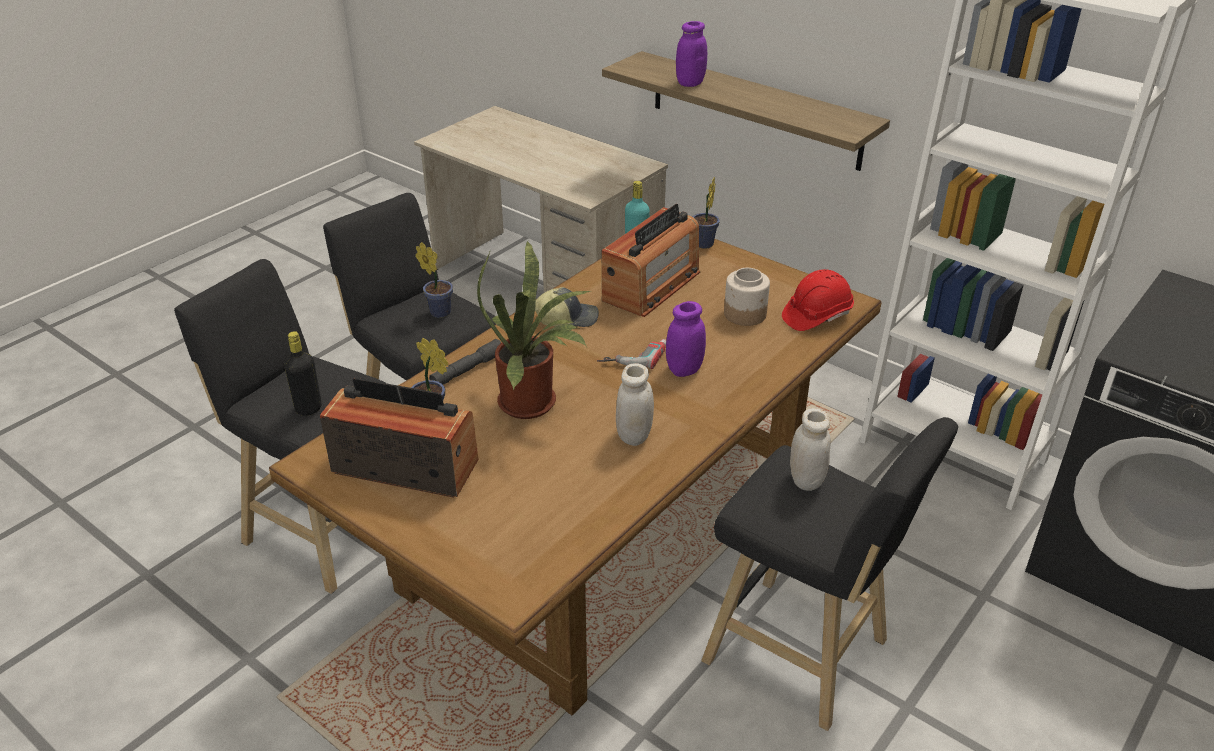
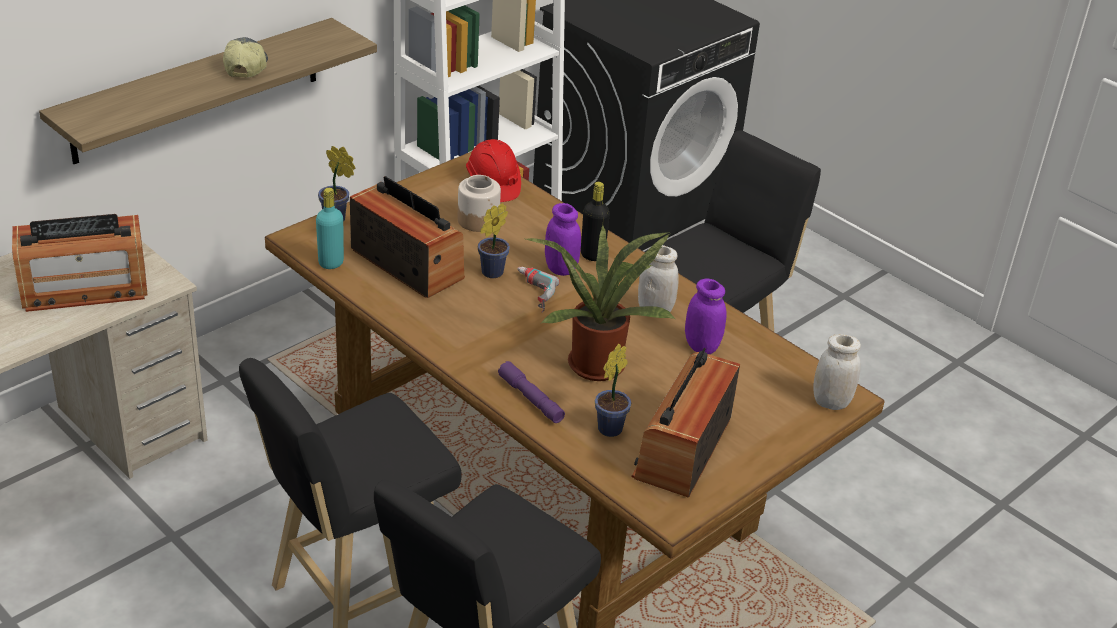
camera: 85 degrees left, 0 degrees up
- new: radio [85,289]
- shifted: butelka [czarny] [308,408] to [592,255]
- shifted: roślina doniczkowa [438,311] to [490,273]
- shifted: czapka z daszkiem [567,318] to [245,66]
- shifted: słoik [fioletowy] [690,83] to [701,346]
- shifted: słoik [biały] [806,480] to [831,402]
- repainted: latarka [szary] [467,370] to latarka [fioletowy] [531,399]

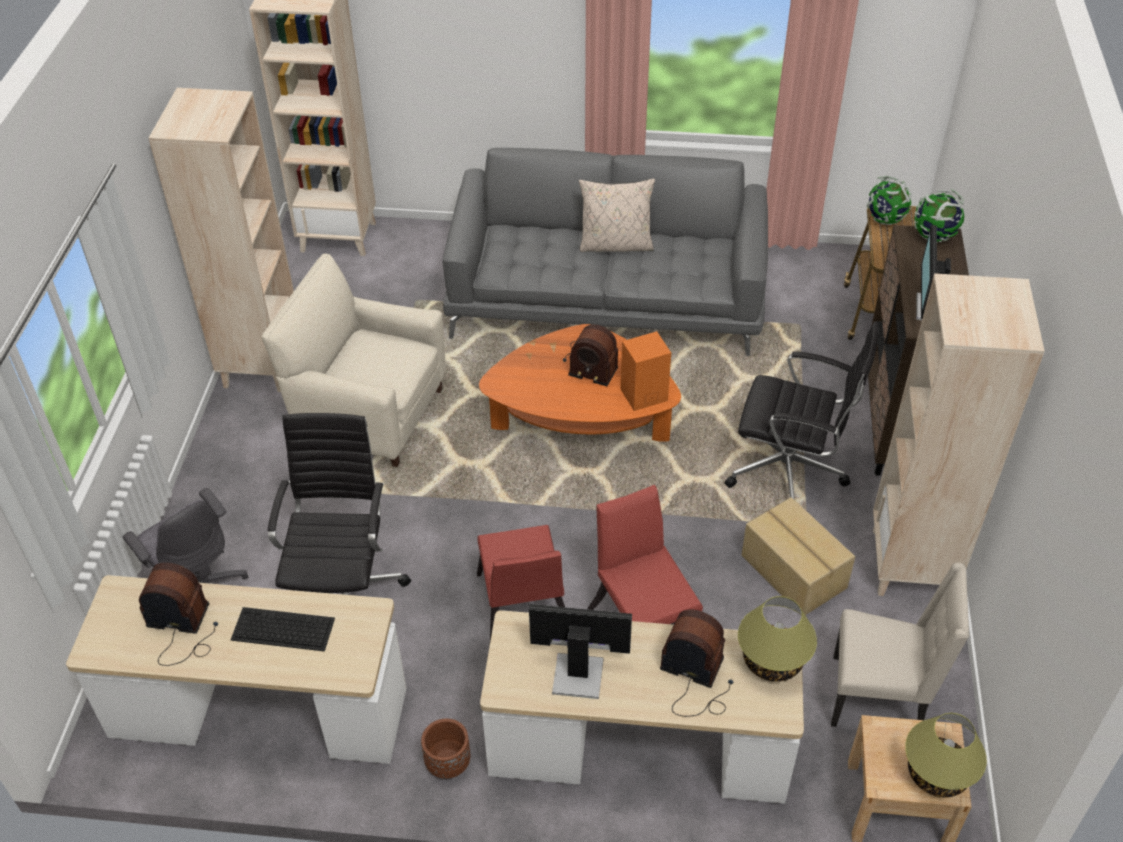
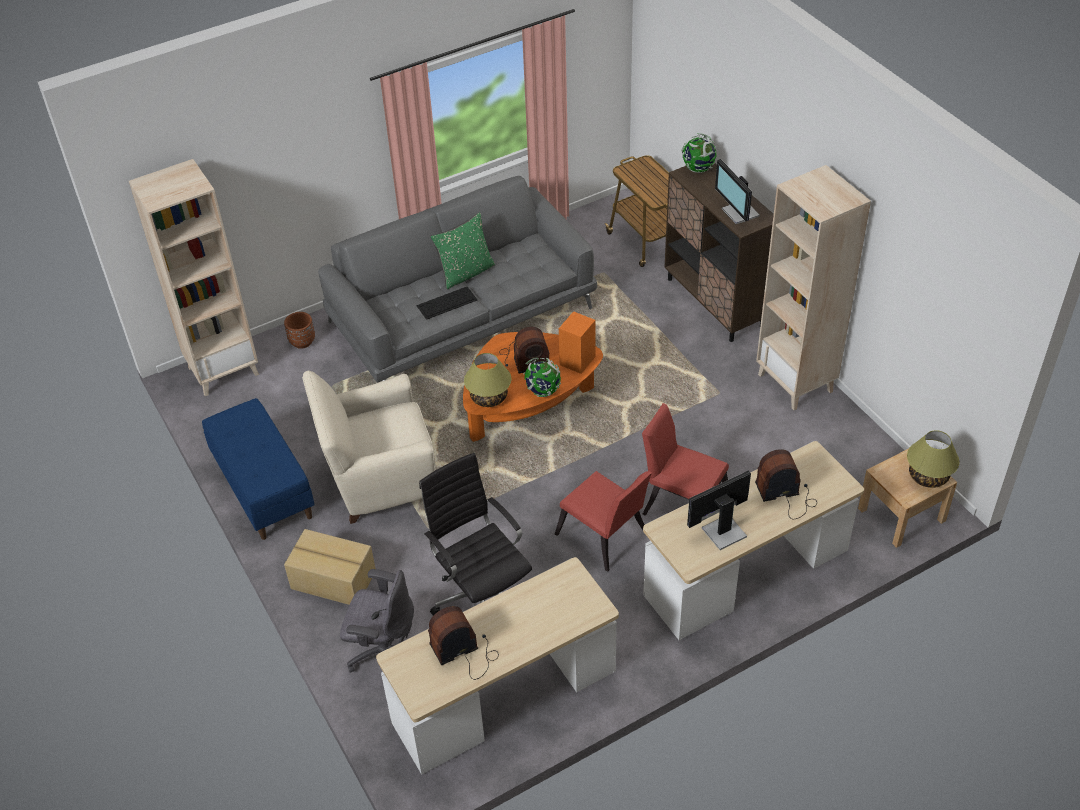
camera: 35 degrees left, 0 degrees up
- gone: krzesło biurowe [czarny] [790,472]
- gone: krzesło [beżowy] [880,697]
- shifted: klawiatura [282,629] to [446,303]
- shifted: donica [brązowy] [448,763] to [302,342]
- shifted: lampa stołowa [772,660] to [488,397]
- shifted: karton [793,572] to [333,580]
- shifted: globus [885,219] to [542,391]
- swapped: regał [beżowy] [262,364] to ławka [niebieski] [263,488]
- repainted: poduszka [beżowy] [616,245] to poduszka [zielony] [466,273]

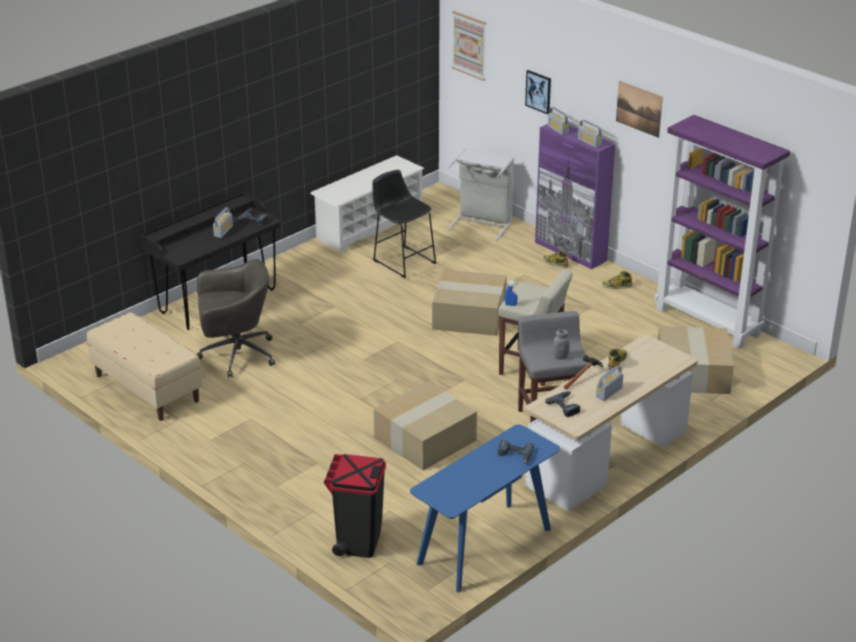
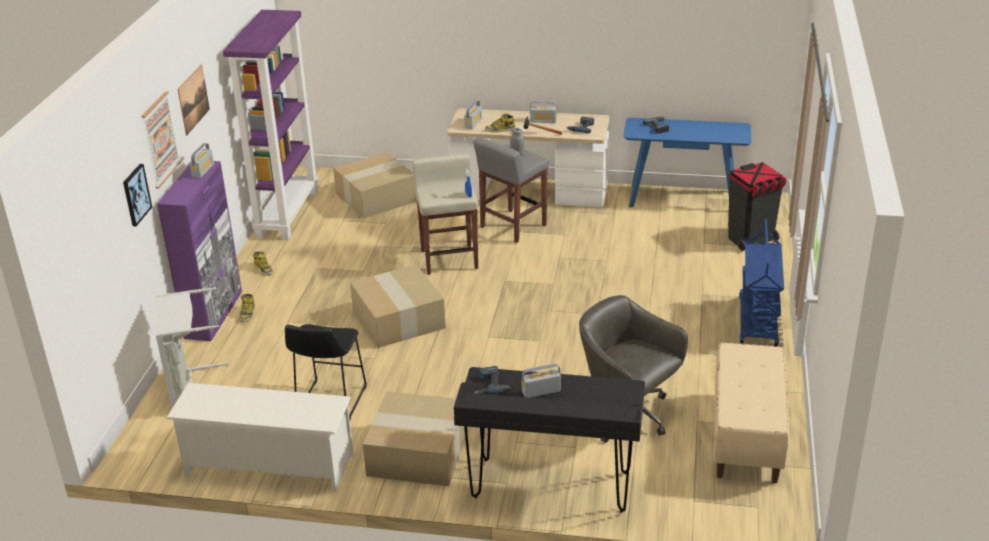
camera: 125 degrees left, 0 degrees up
- new: wózek [niebieski] [758,322]
- shifted: karton [425,438] to [416,454]
- shifted: obraz [469,45] to [160,139]
- shifted: radio [558,130] to [473,123]

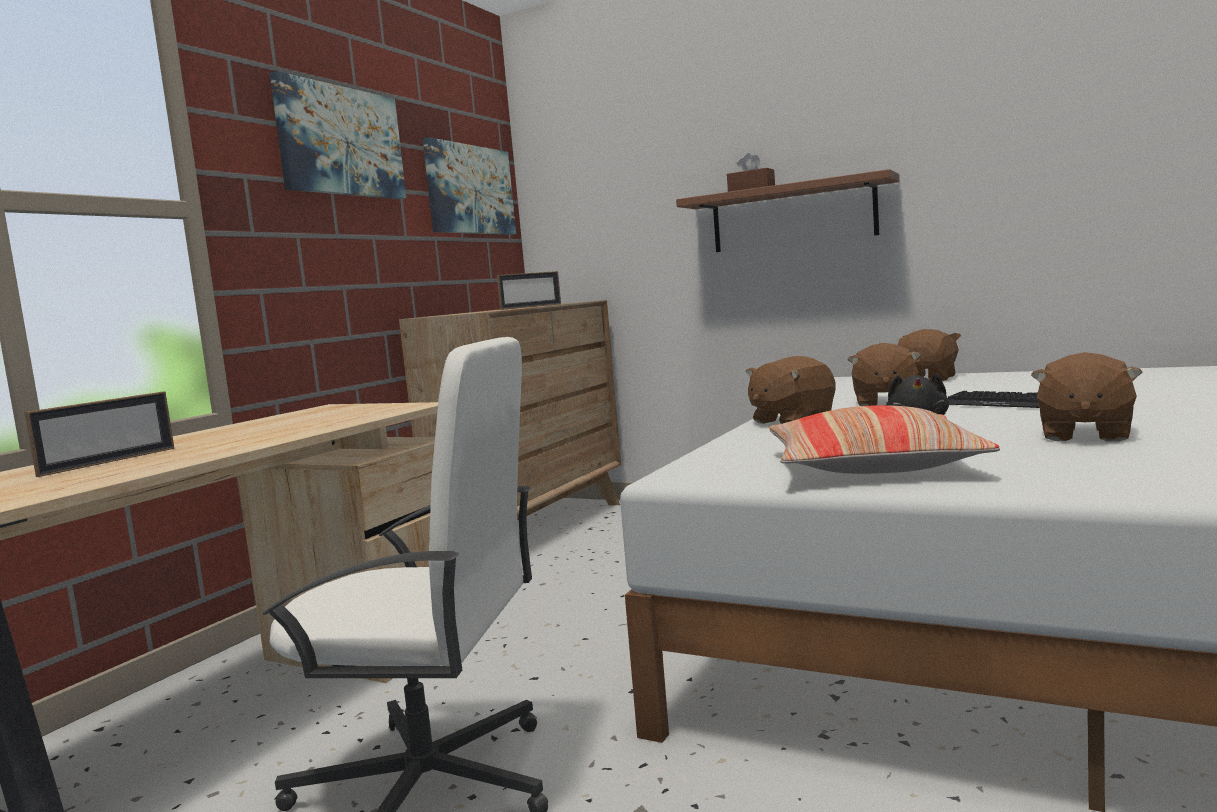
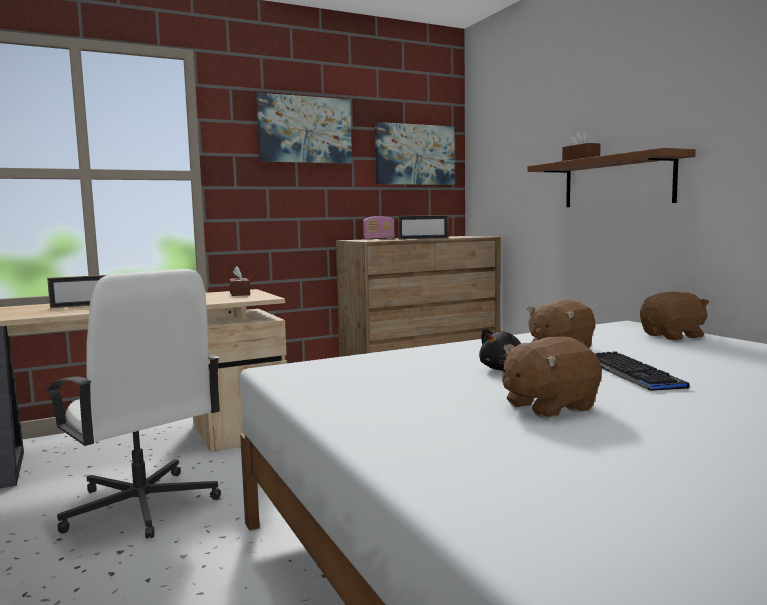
camera: 35 degrees right, 0 degrees up
- gone: pluszak [brązowy] [791,420]
- gone: poduszka [871,465]
- new: pudełko chusteczek [brązowy] [239,293]
- new: radio [378,239]

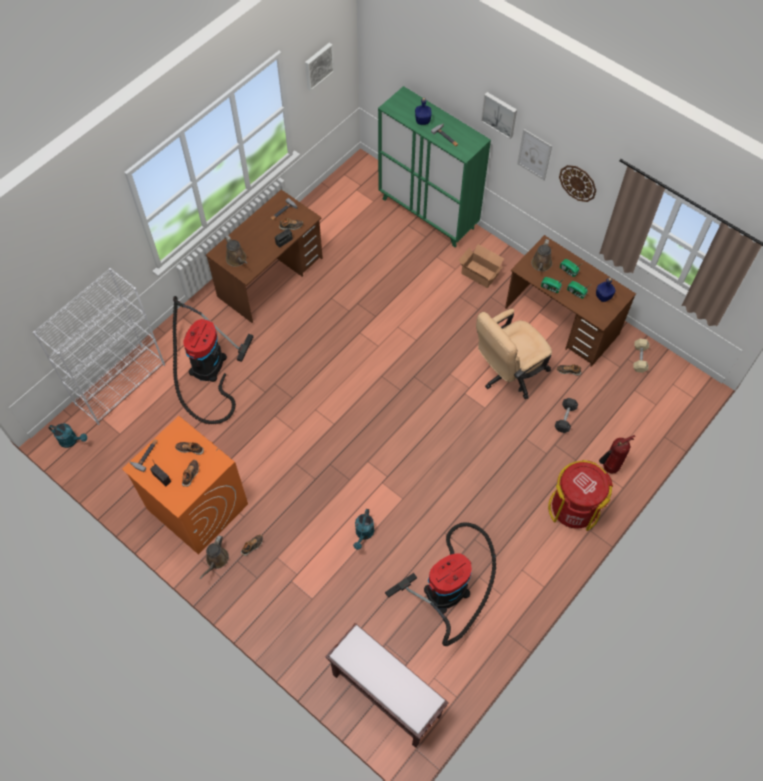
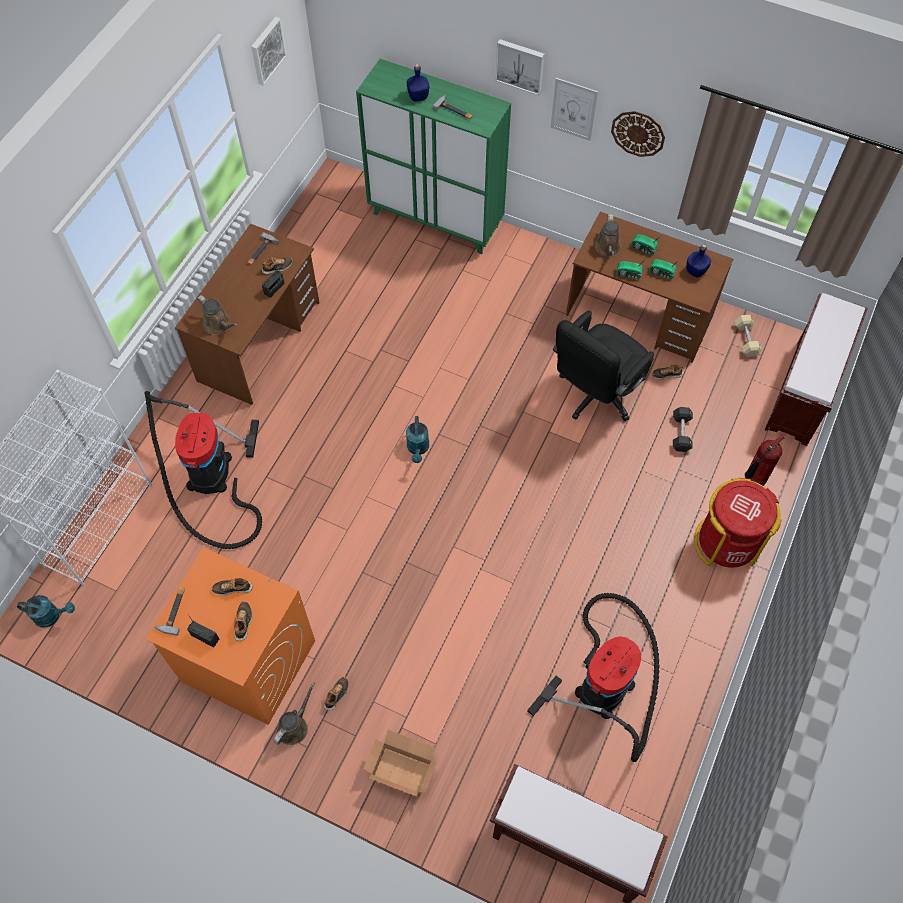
camera: 15 degrees left, 0 degrees up
- new: ławka [brązowy] [803,393]
- shifted: konewka [turkusowy] [364,534] to [418,449]
- shifted: karton [479,272] to [401,769]
- repainted: krzesło biurowe [beżowy] [508,374] to krzesło biurowe [czarny] [595,395]
- rotated: konewka [brązowy] [216,560] = [294,726] 150 degrees counterclockwise

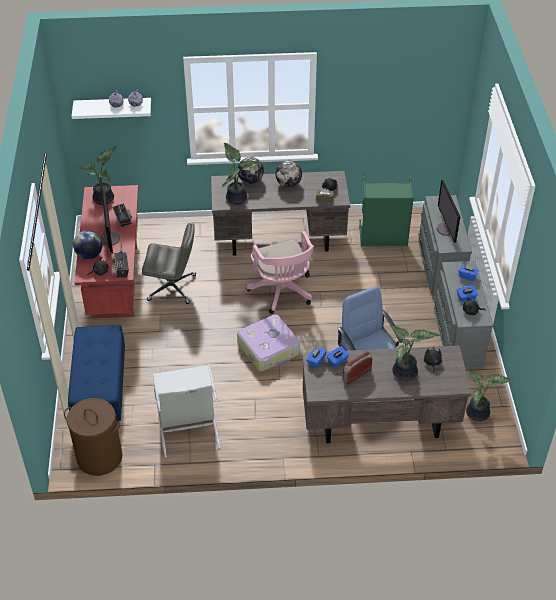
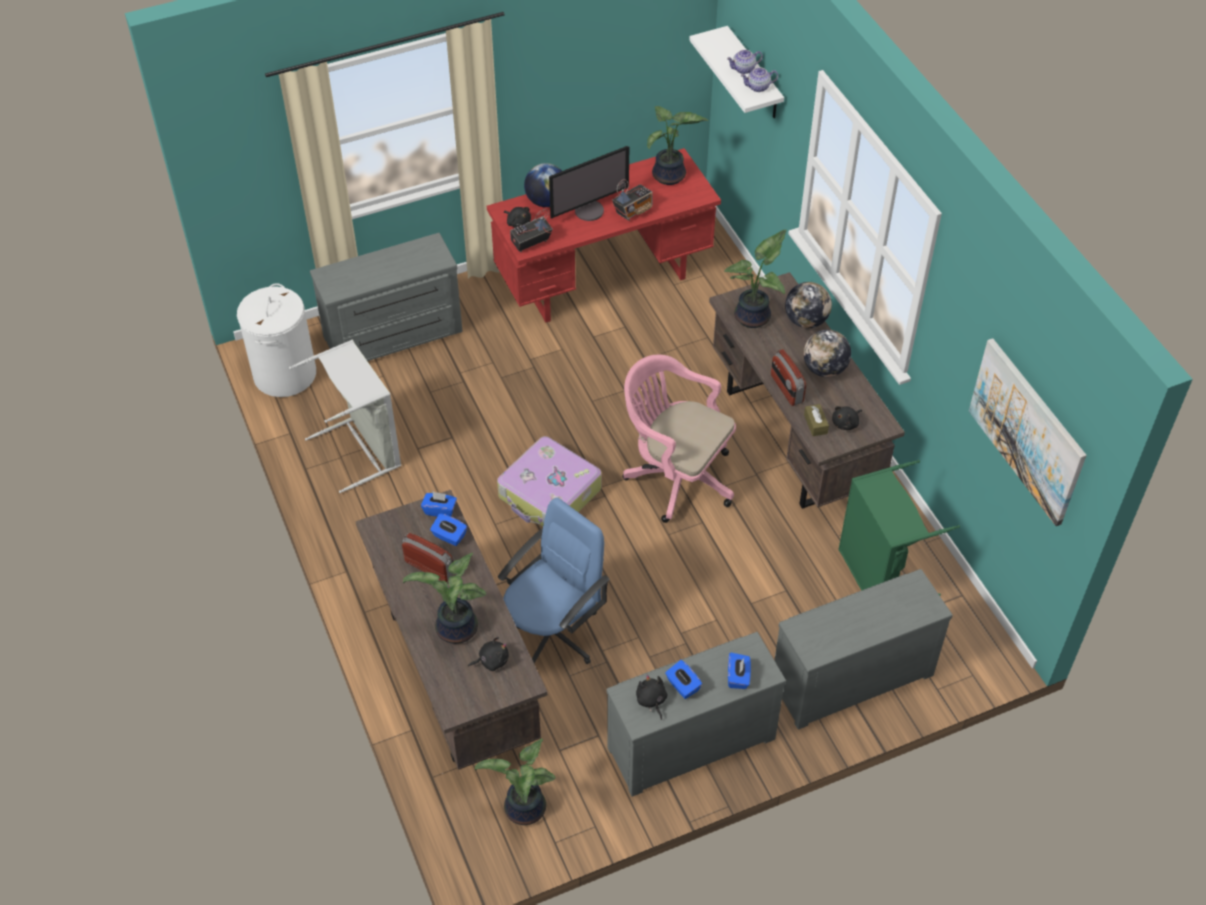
camera: 70 degrees right, 5 degrees up
- gone: krzesło biurowe [szary] [172,288]
- gone: monitor [446,229]
- new: radio [786,389]
- new: obraz [1027,430]
- swapped: ławka [niebieski] [100,391] to komoda [szary] [394,336]
- repainted: kosz na pranie [brązowy] [99,457] to kosz na pranie [biały] [284,374]
- rotated: krzesło biurowe [różowy] [282,293] = [675,476] 75 degrees clockwise

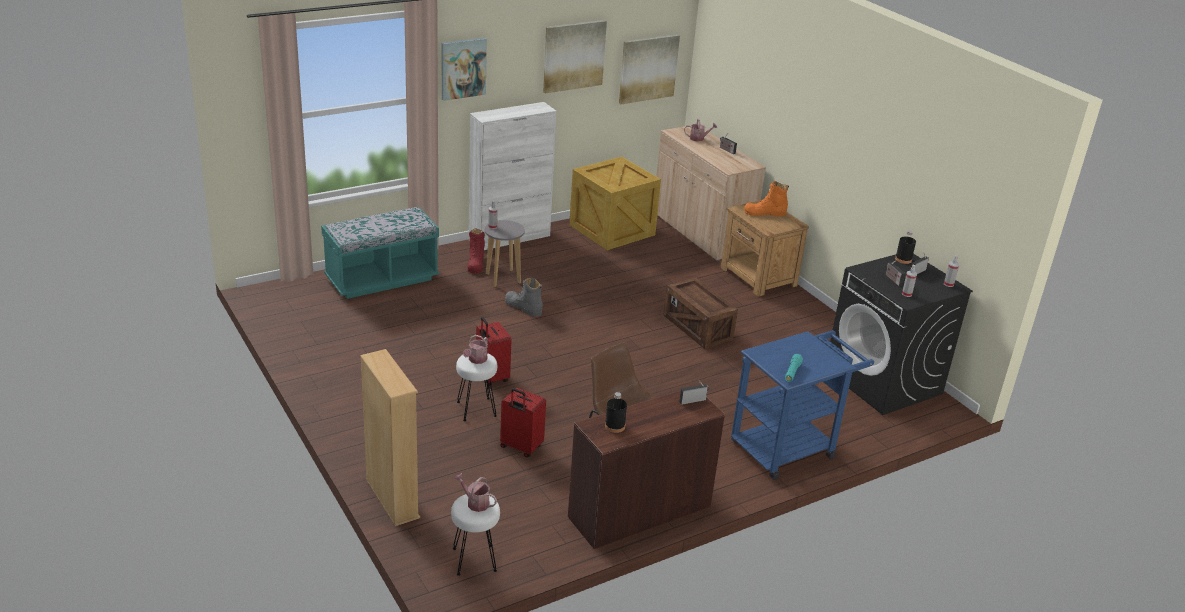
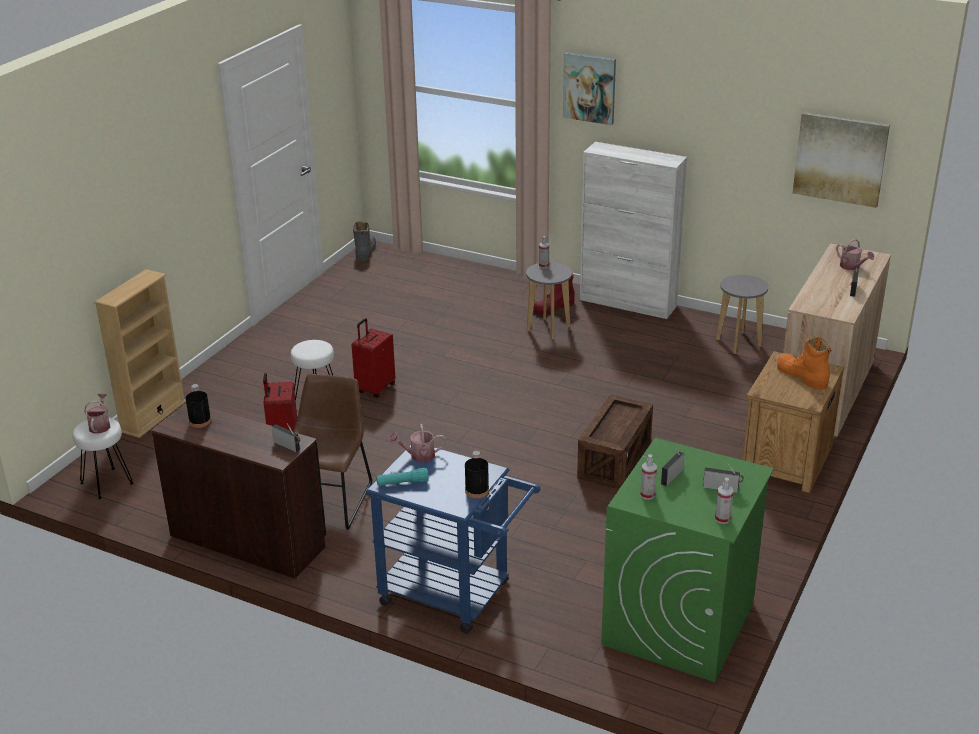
camera: 60 degrees right, 0 degrees up
- gone: ławka [turkusowy] [382,279]
- gone: obraz [573,56]
- shifted: konewka [476,360] to [418,456]
- shifted: but z cholewką [szary] [523,307] to [365,251]
- shifted: butelka [czarny] [903,259] to [477,491]
- swapped: skrzynka [612,229] to stołek [szary] [738,343]
- repainted: pralka [czarny] [884,382] to pralka [zielony] [679,624]

